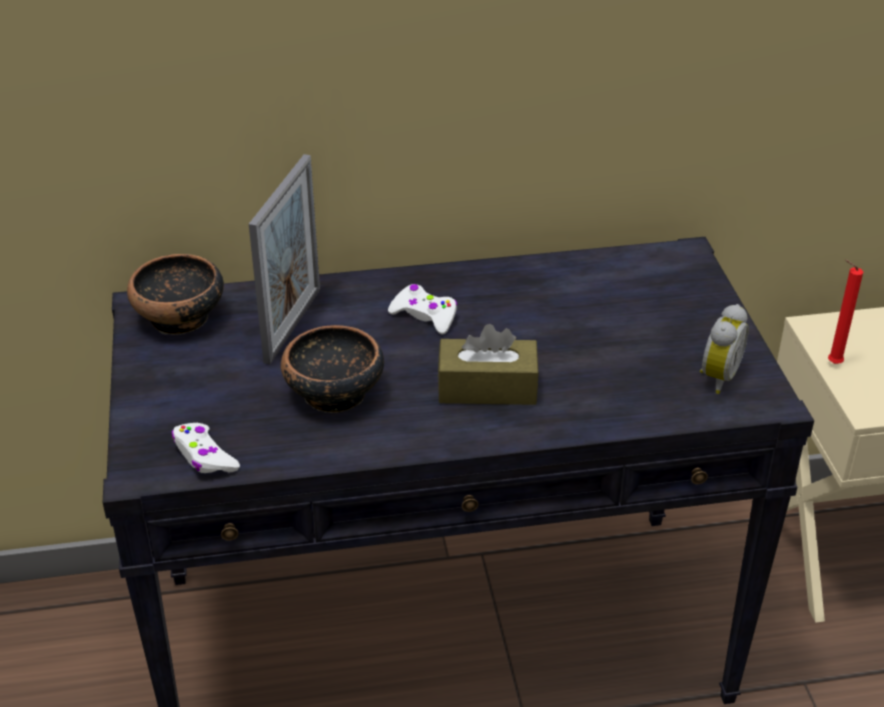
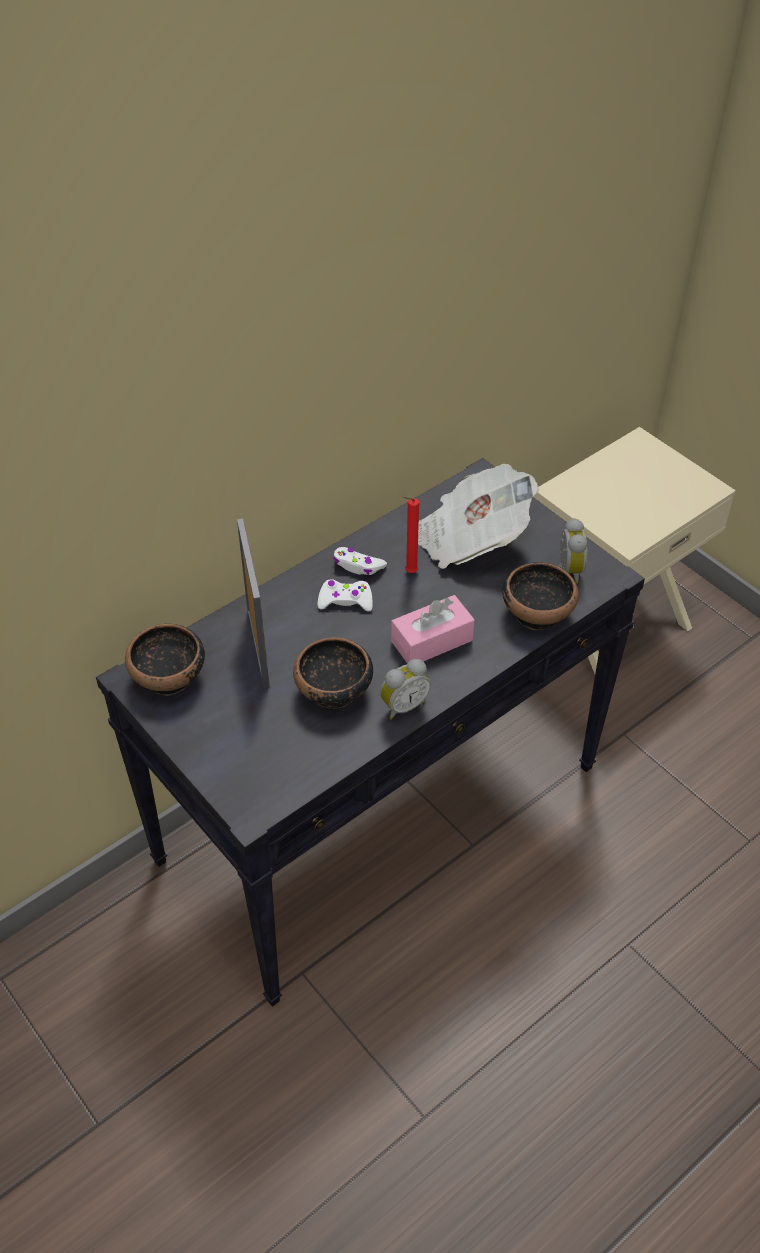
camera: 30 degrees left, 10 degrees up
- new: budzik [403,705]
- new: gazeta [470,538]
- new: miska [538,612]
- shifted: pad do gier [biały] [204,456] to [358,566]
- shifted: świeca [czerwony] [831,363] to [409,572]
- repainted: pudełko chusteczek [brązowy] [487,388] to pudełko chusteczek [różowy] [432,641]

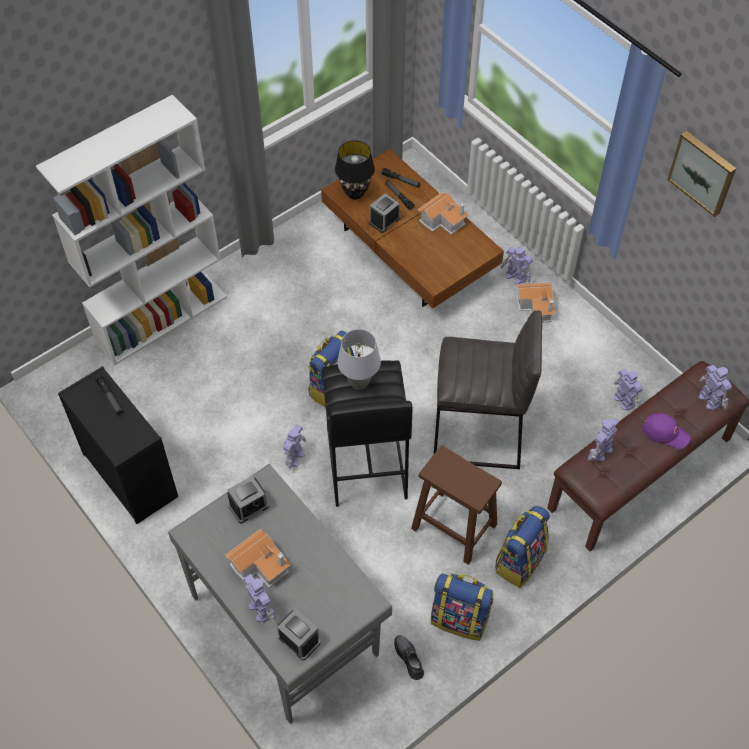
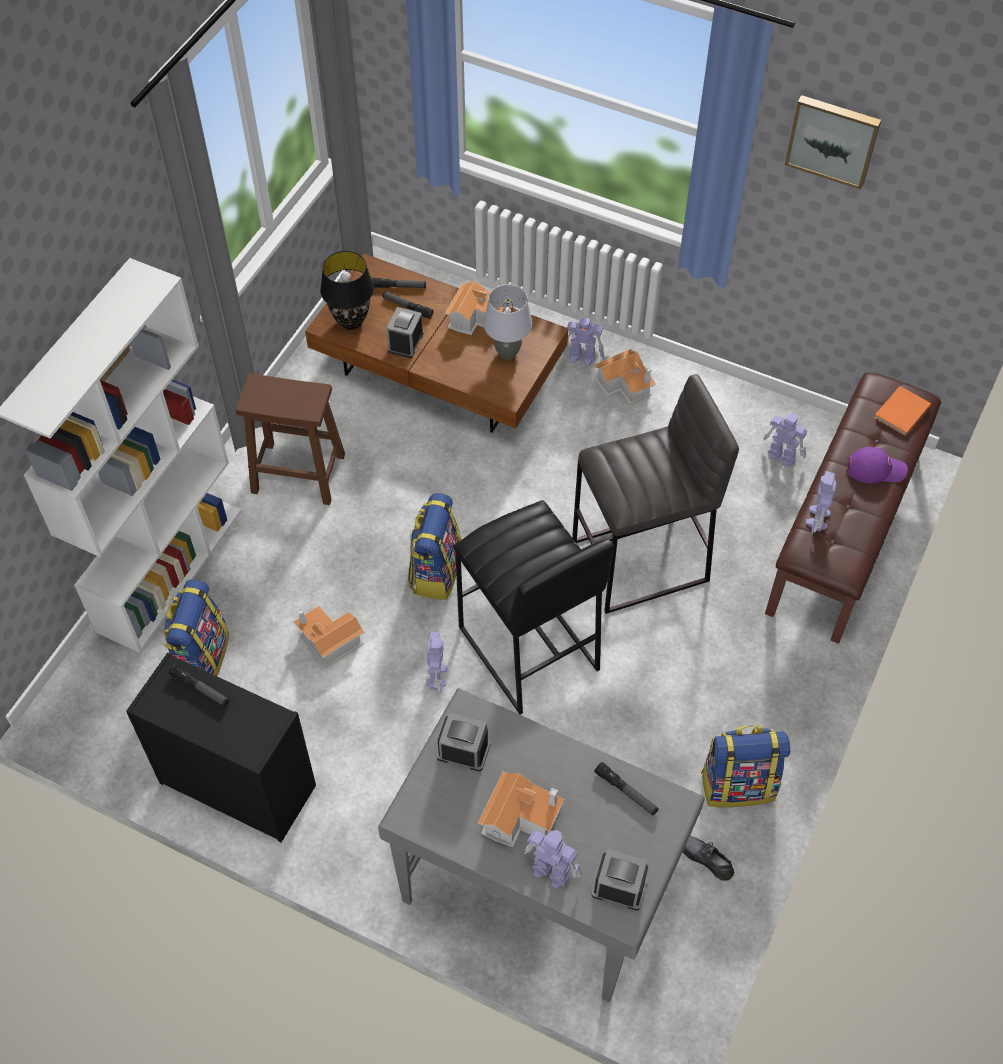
camera: 25 degrees left, 0 degrees up
- new: domek [328,641]
- new: latarka [626,792]
- shifted: lampa stołowa [szary] [359,383] to [507,353]
- shifted: stołek [brązowy] [452,526] to [296,473]
- shifted: plecak [519,560] to [201,657]
- swapped: robot zabawkowy [709,399] to książka [pomarańczowy] [900,413]
- rotated: budzik [249,506] = [463,751] 105 degrees counterclockwise

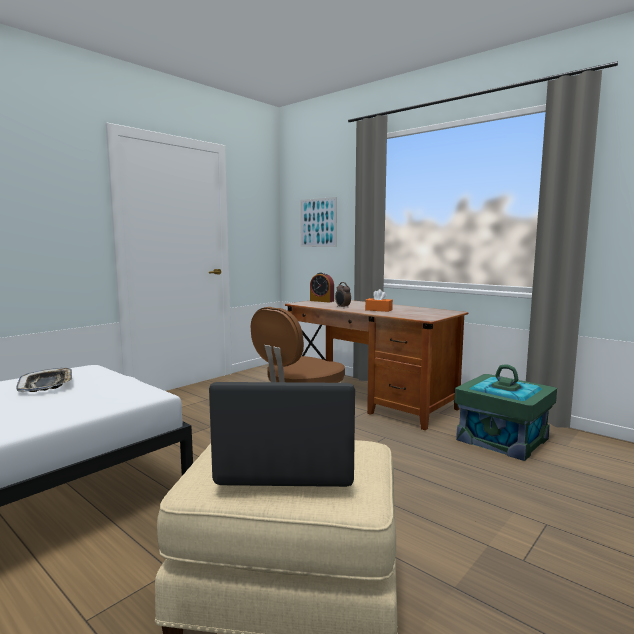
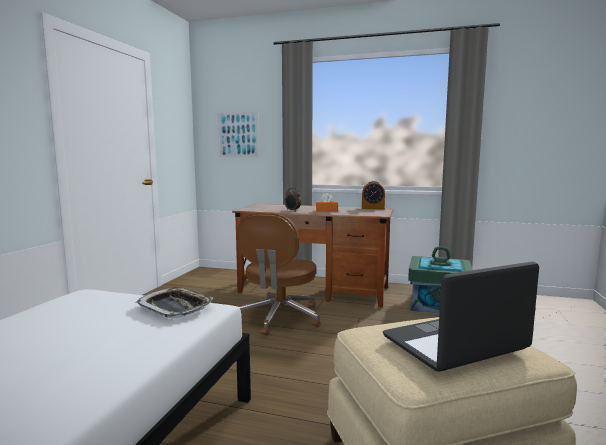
camera: 25 degrees left, 0 degrees up
- shifted: taca [47,385] to [175,307]
- shifted: budzik [321,301] to [372,208]

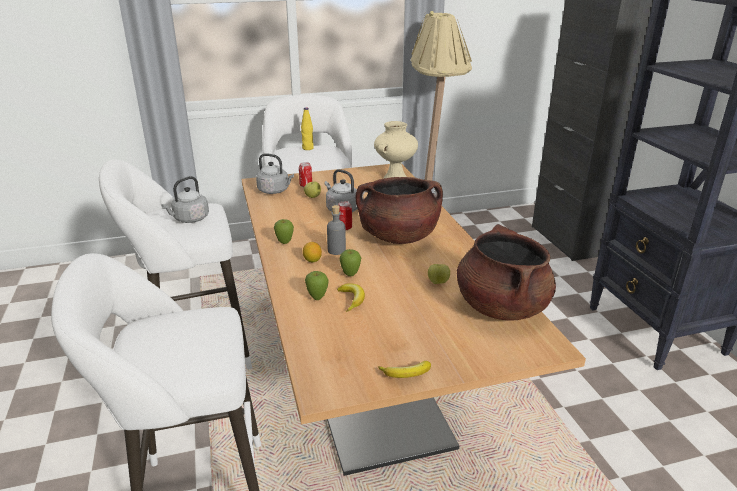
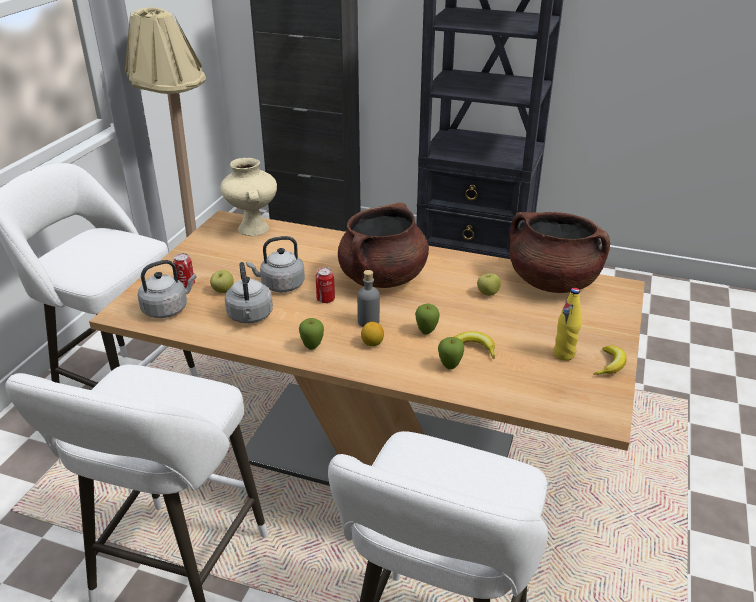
camera: 55 degrees left, 5 degrees up
- shifted: czajnik [szary] [189,219] to [250,317]
- shifted: butelka [żółty] [308,148] to [564,354]

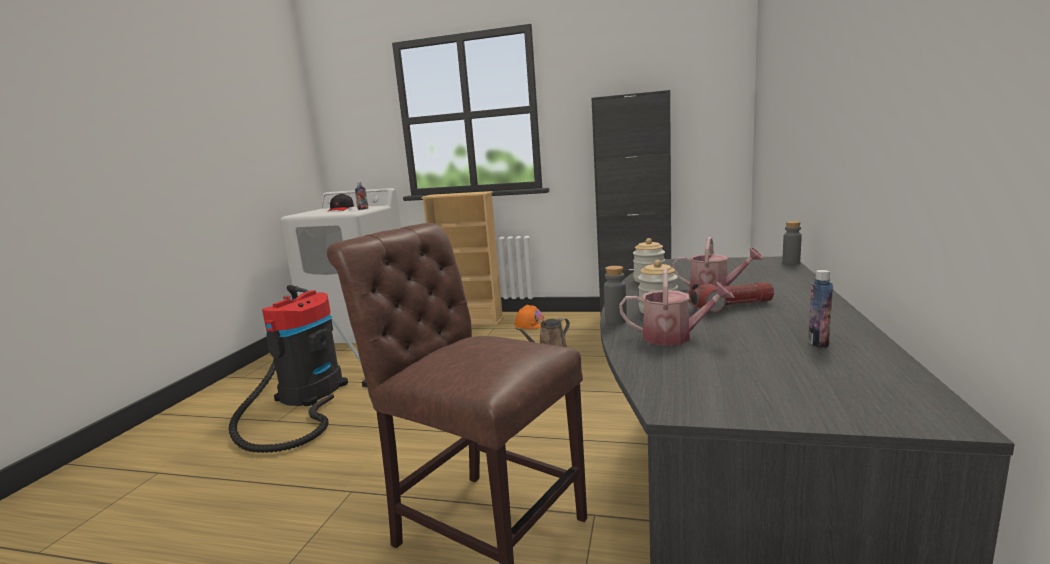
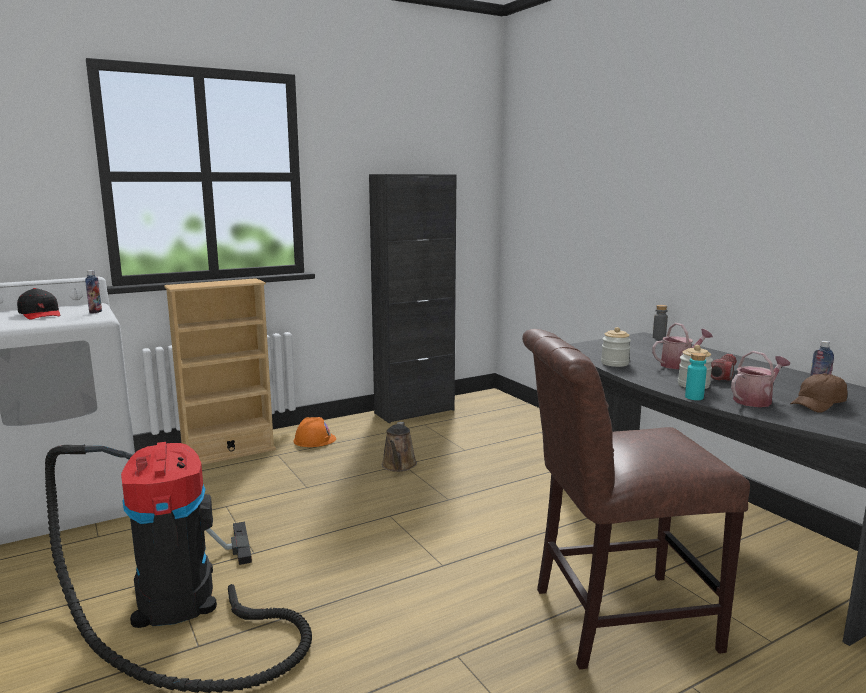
camera: 45 degrees left, 0 degrees up
- new: czapka z daszkiem [brązowy] [818,404]
- repainted: butelka [szary] [616,320] to butelka [turkusowy] [694,397]

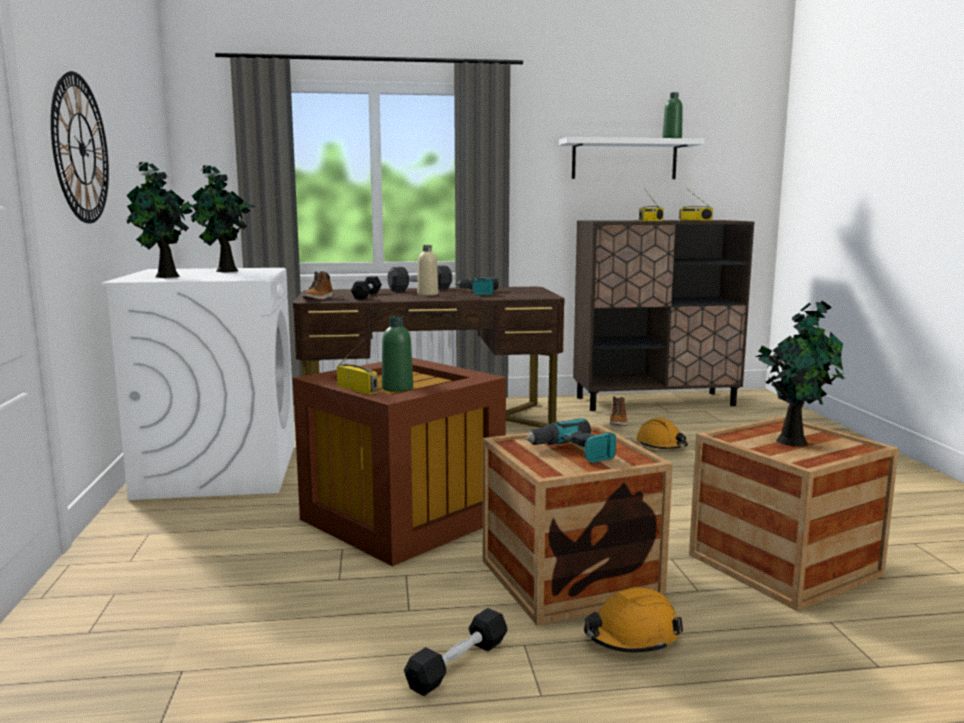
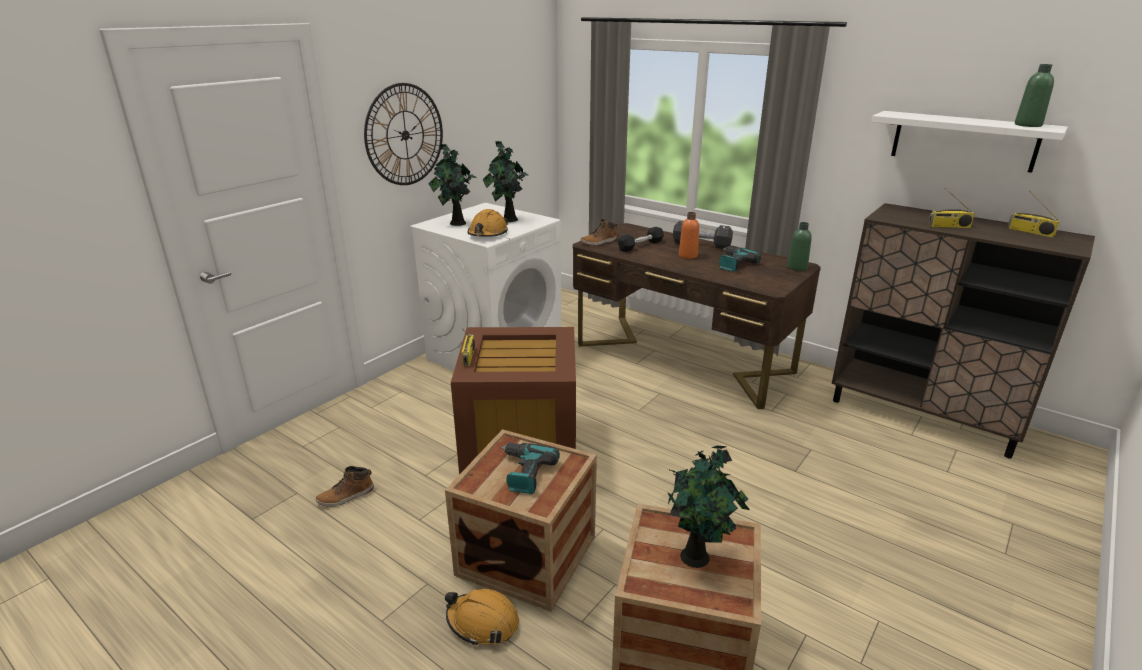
camera: 45 degrees right, 15 degrees up
- gone: hantel [czarny] [458,664]
- shifted: butelka [zielony] [397,388] to [797,267]
- shifted: but z cholewką [618,422] to [346,496]
- shifted: kask [pomarańczowy] [661,446] to [488,234]
- repainted: butelka [beżowy] [427,294] to butelka [pomarańczowy] [688,255]

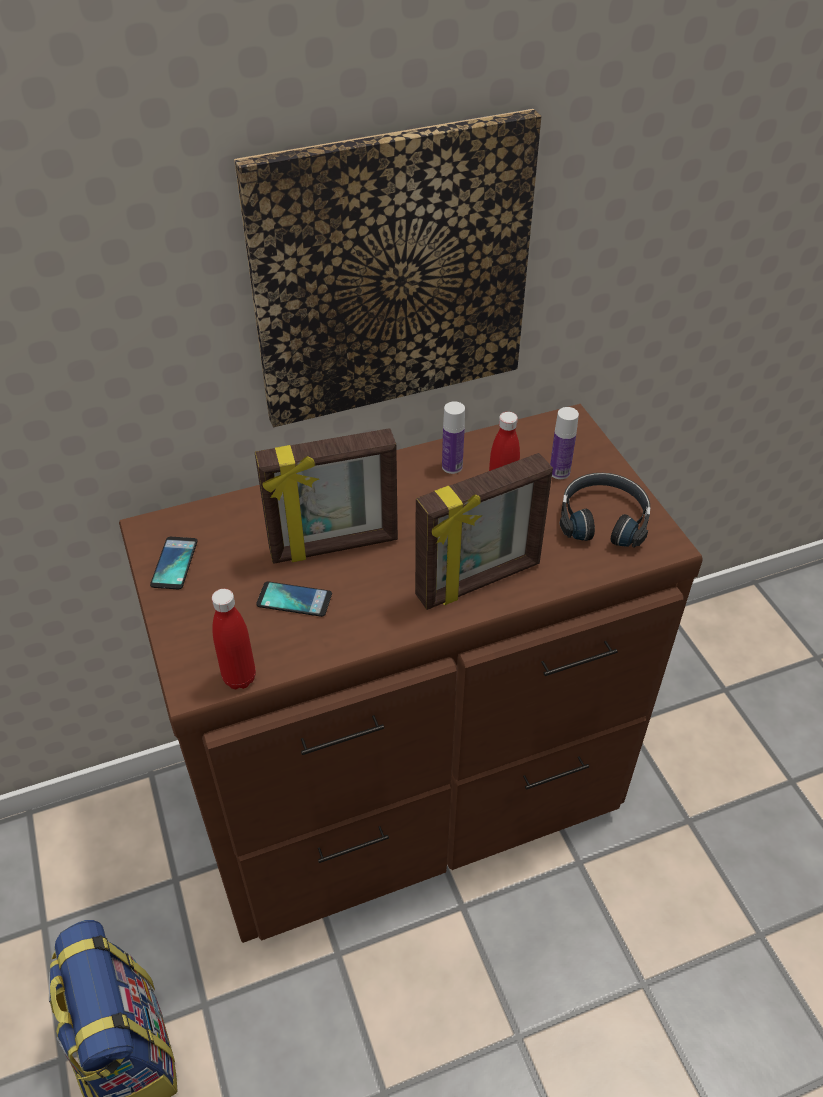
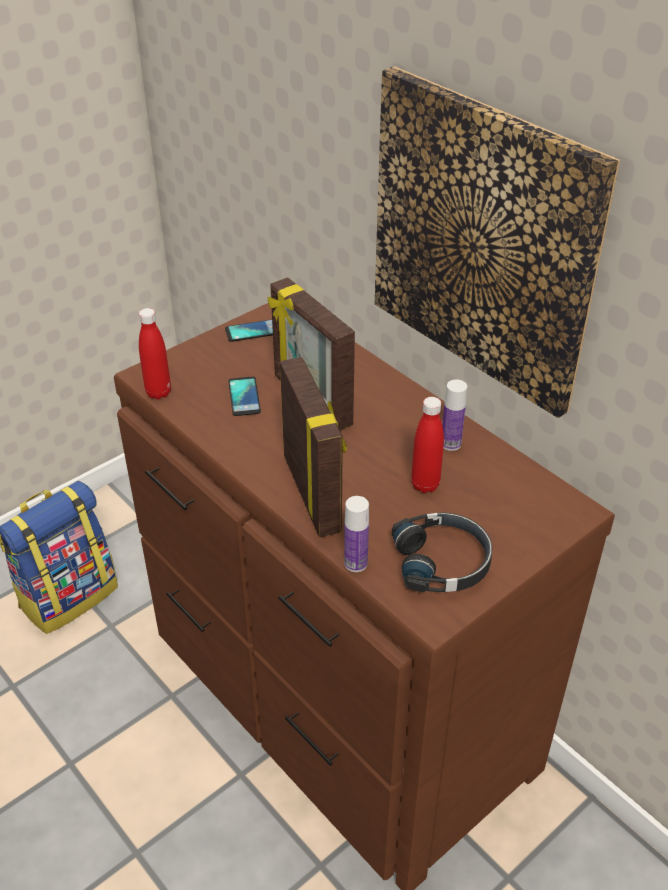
camera: 70 degrees right, 5 degrees down
- shifted: butelka [559,472] to [355,563]
- rotated: ramka na zdjęcie [479,581] = [313,493] 150 degrees counterclockwise

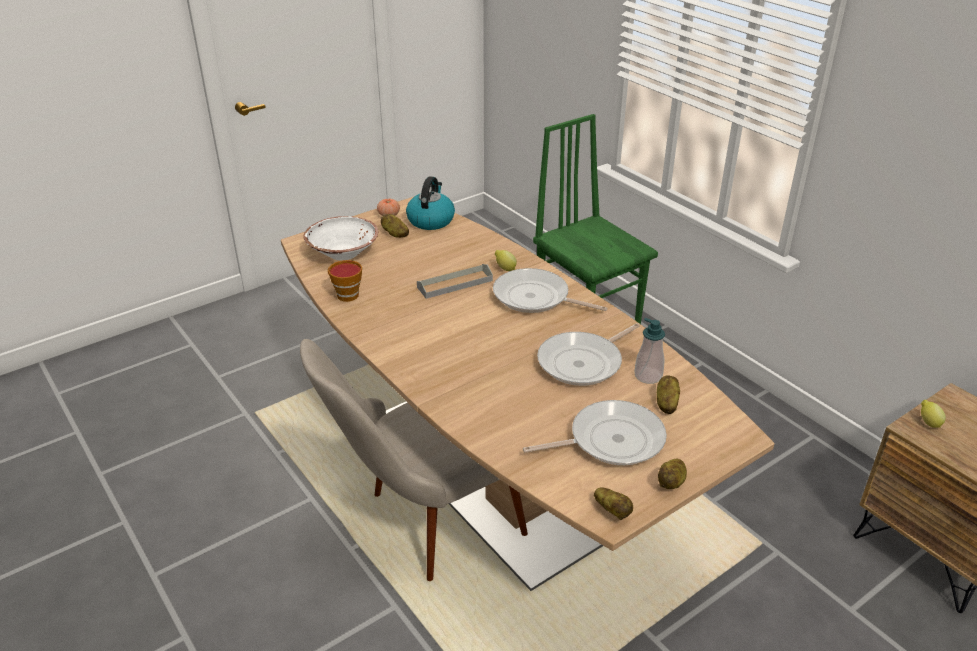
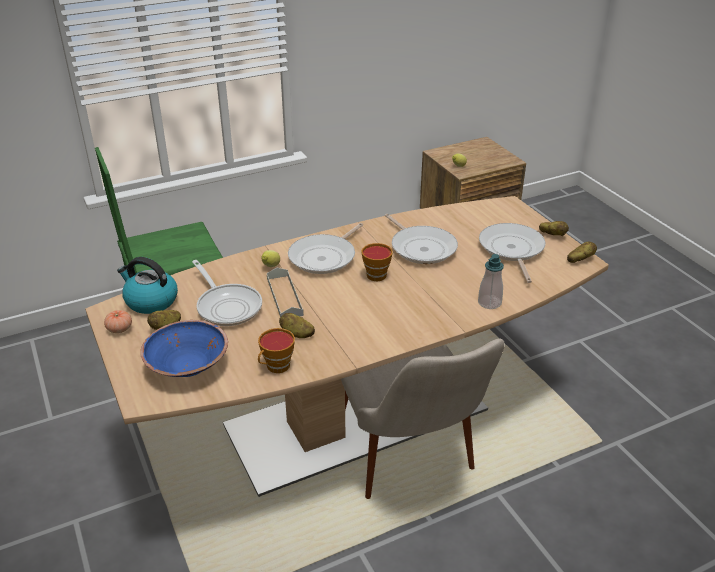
camera: 80 degrees left, 0 degrees up
- new: patelnia [227,306]
- new: filiżanka [375,274]
- shifted: dozownik mydła [648,376] to [489,303]
- shifted: ziemniak [666,403] to [297,334]
- repainted: miska [biały] [343,253] to miska [niebieski] [188,366]

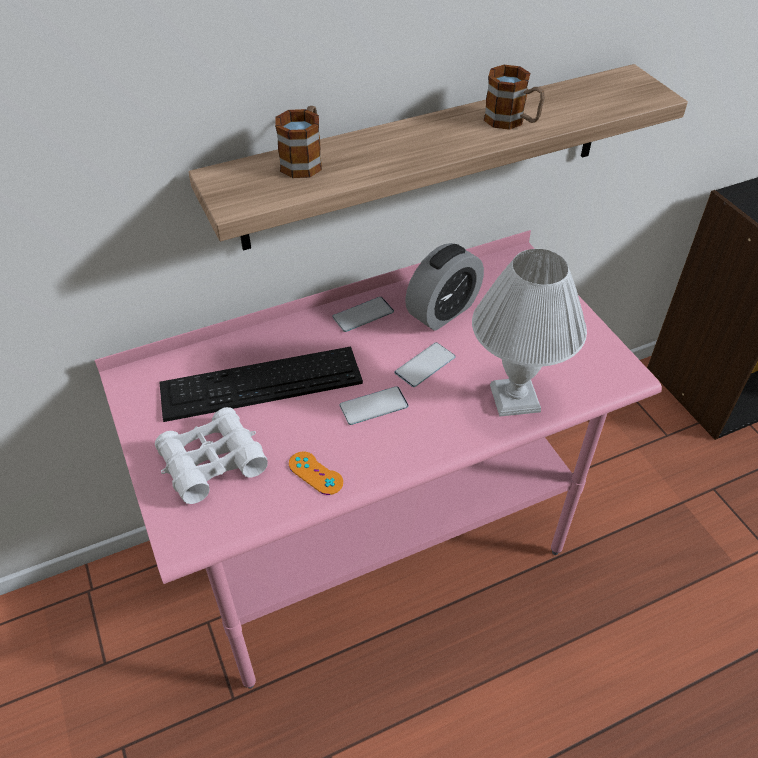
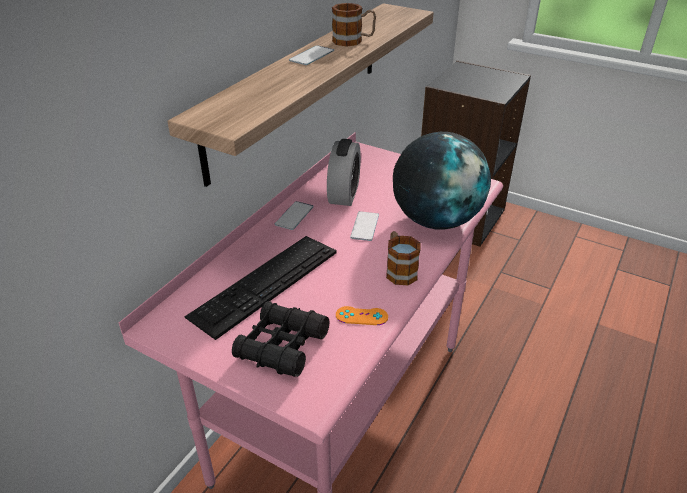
camera: 35 degrees left, 10 degrees down
- shifted: kubek [304,160] to [399,270]
- shifted: telefon [374,406] to [311,56]
- swapped: lampa stołowa [biały] [516,397] to globus [436,220]
- repainted: lornetka [biały] [212,462] to lornetka [czarny] [281,346]

